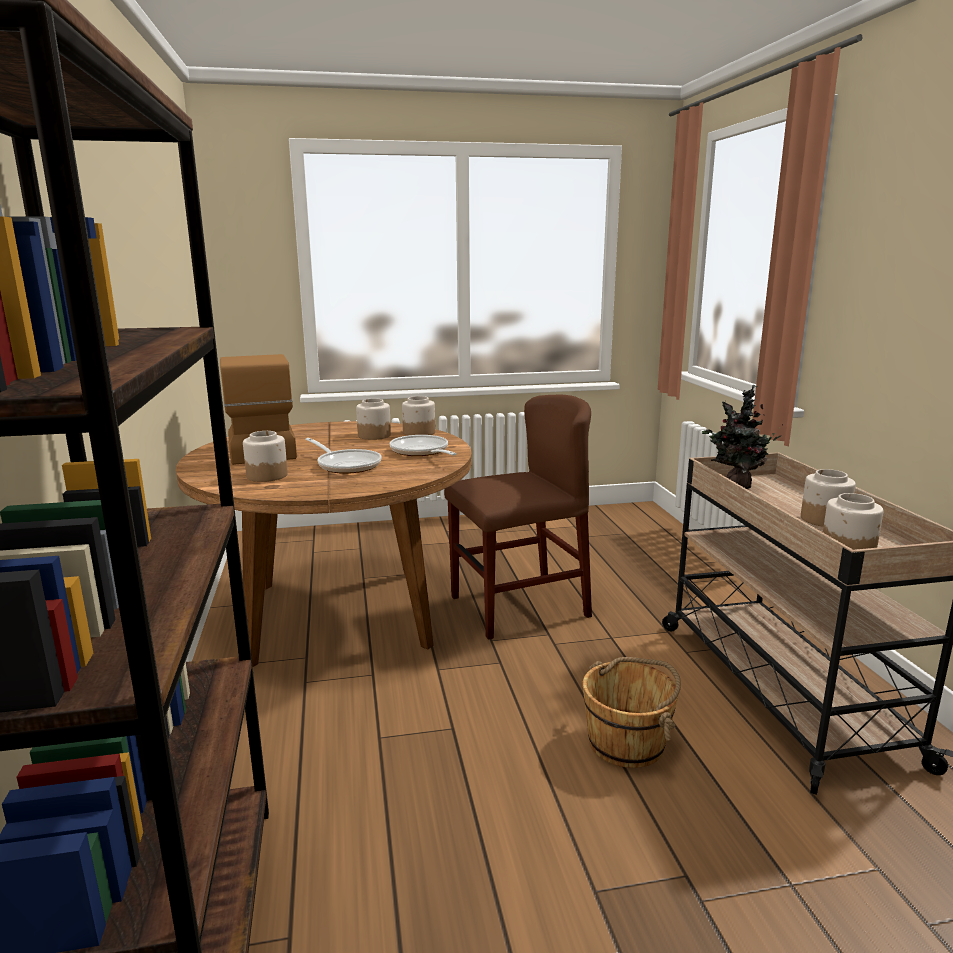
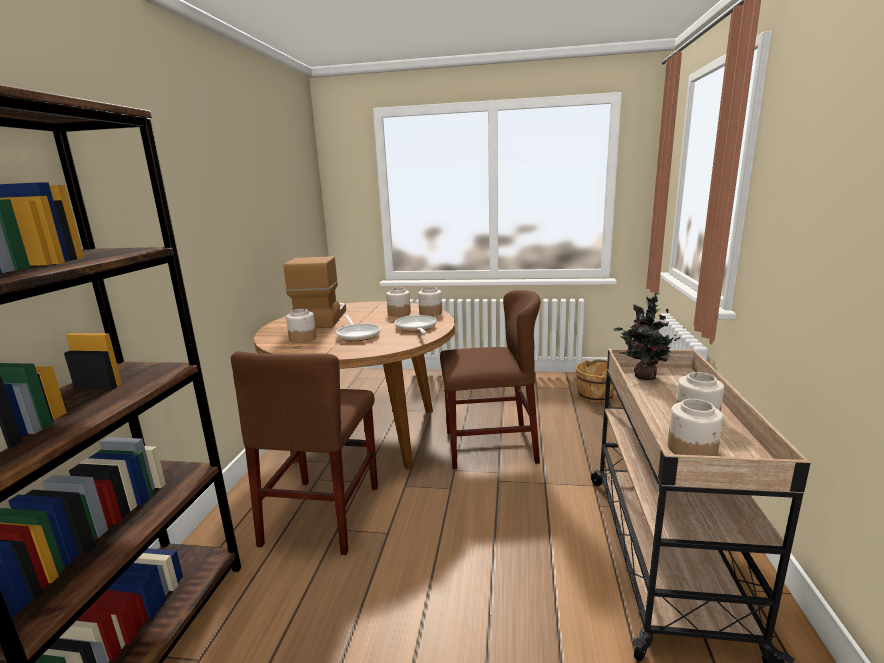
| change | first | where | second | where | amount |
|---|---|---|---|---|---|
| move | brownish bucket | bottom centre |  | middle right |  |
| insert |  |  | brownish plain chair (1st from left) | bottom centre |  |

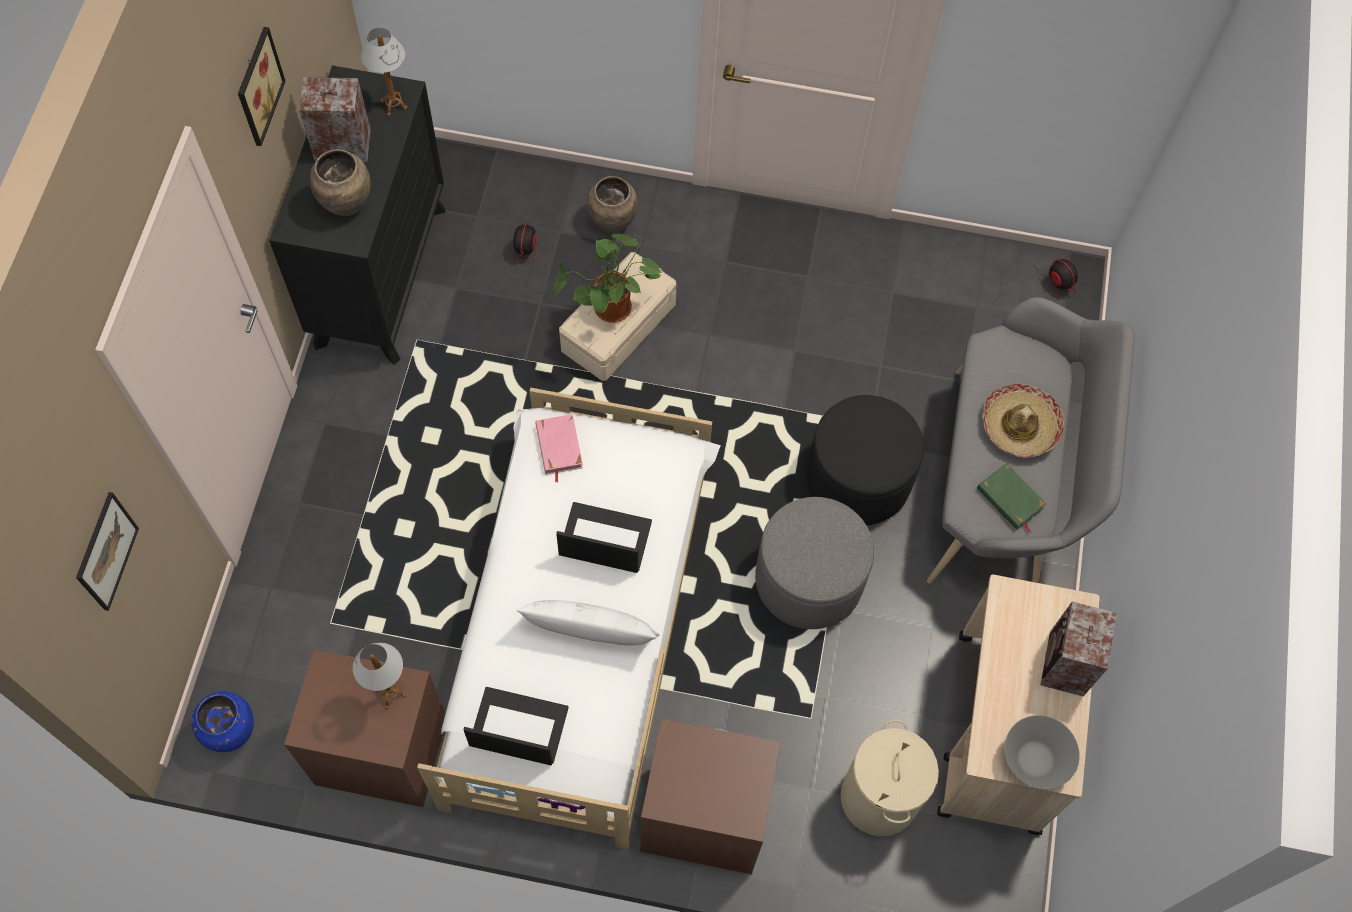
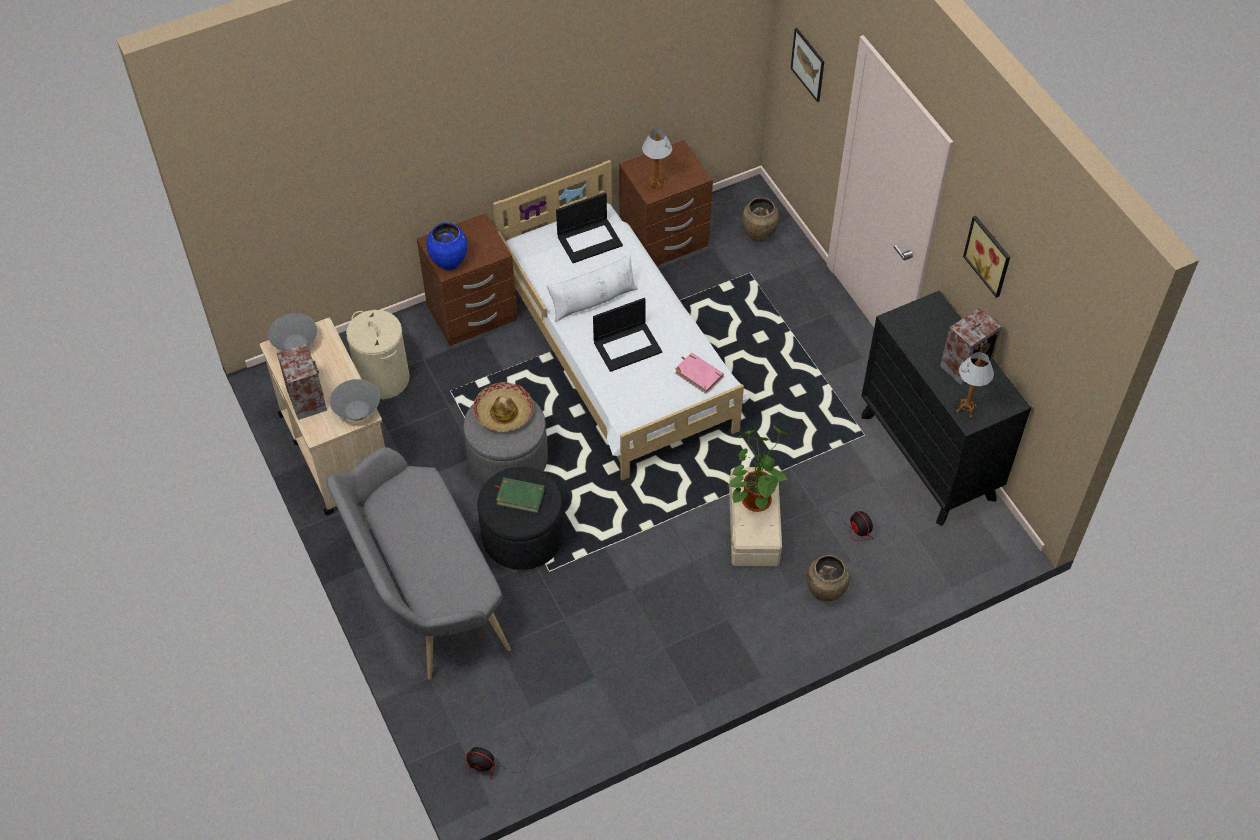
| change | first | where | second | where | amount |
|---|---|---|---|---|---|
| move | brownish decorative vase (1st from left) | top left |  | top centre |  |
| move | hat | middle right |  | centre |  |
| move | greenish bound book | middle right |  | centre |  |
| move | blue decorative vase | bottom left |  | top centre |  |
| insert |  |  | greyish deep dish (2nd from left) | middle left |  |

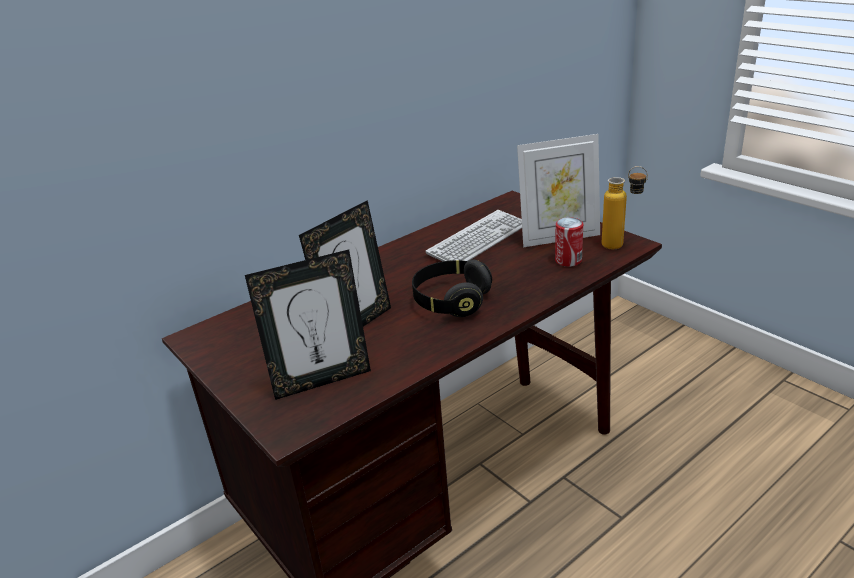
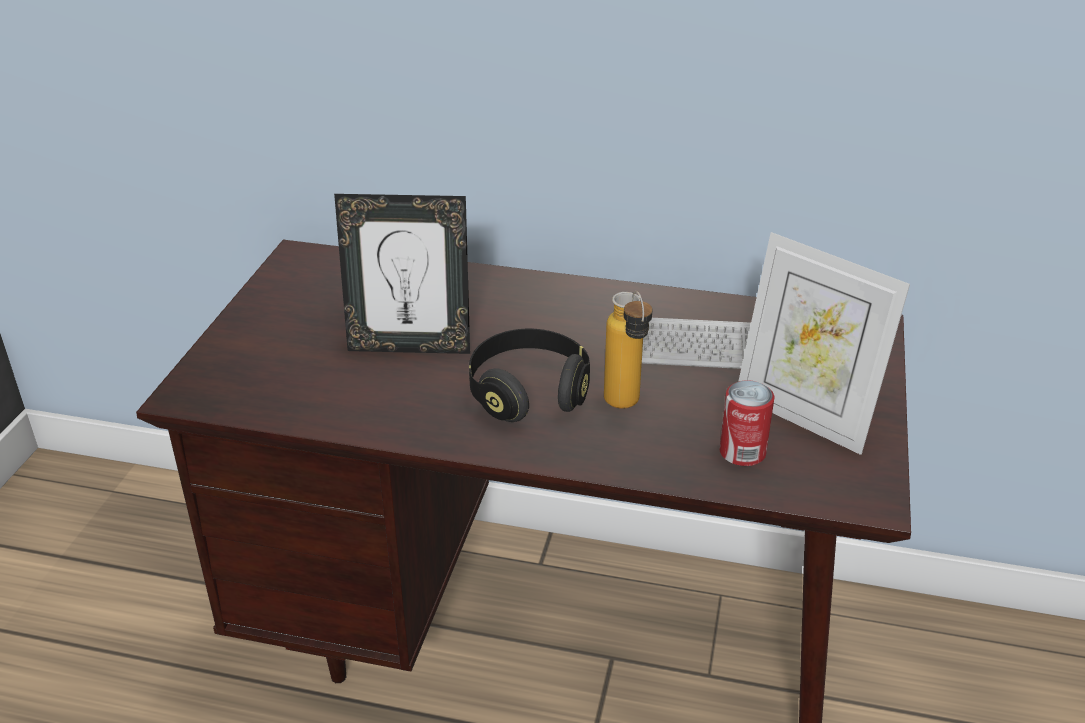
| change | first | where | second | where | amount |
|---|---|---|---|---|---|
| move | drink bottle | middle right |  | centre |  |
| delete | picture frame (1st from left) | centre |  |  |  |

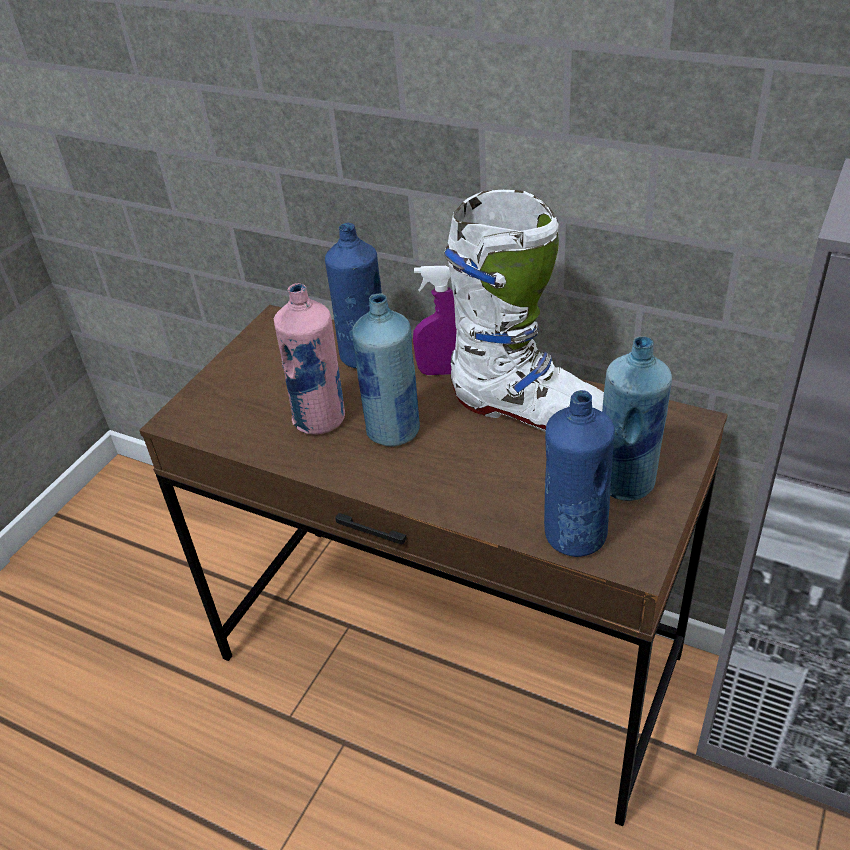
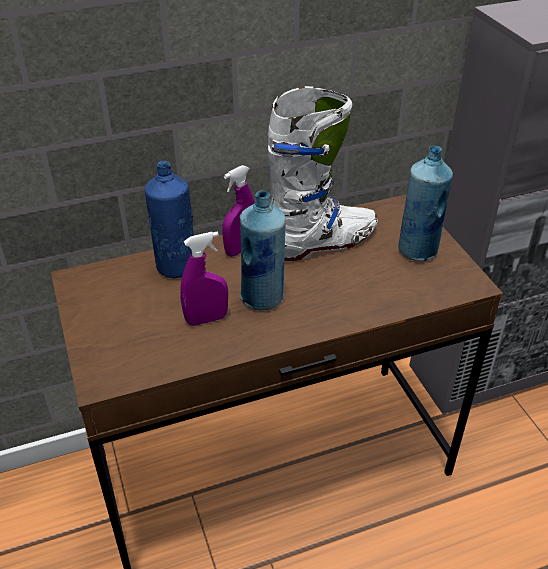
| change | first | where | second | where | amount |
|---|---|---|---|---|---|
| replace | pink-coloured drink bottle | centre | purplish hand sprayer (1st from left) | centre |  |
| delete | blue drink bottle (3rd from left) | middle right |  |  |  |

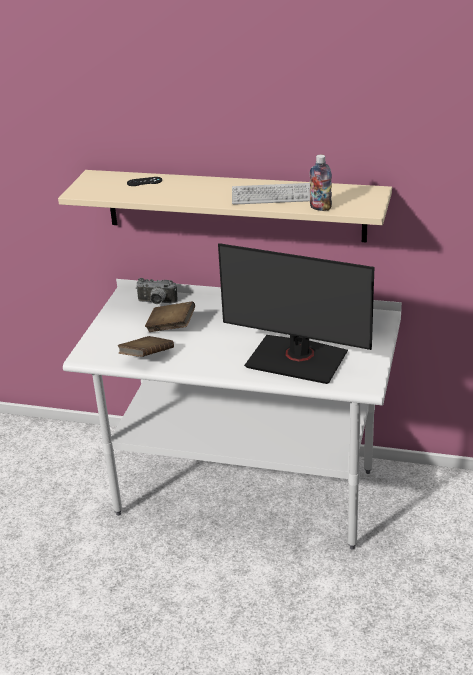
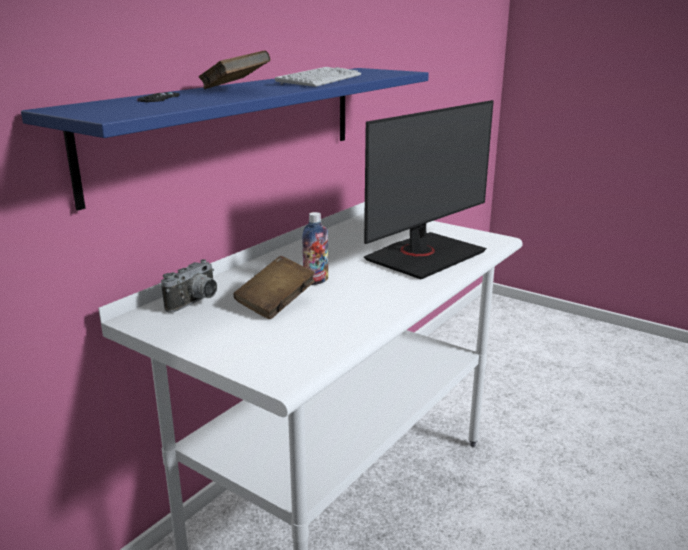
| change | first | where | second | where | amount |
|---|---|---|---|---|---|
| move | drink bottle | top right |  | centre |  |
| recolor | sand-coloured wall shelf | top centre | blue wall shelf | top left |  |
| move | brownish bound book (1st from left) | middle left |  | top centre |  |

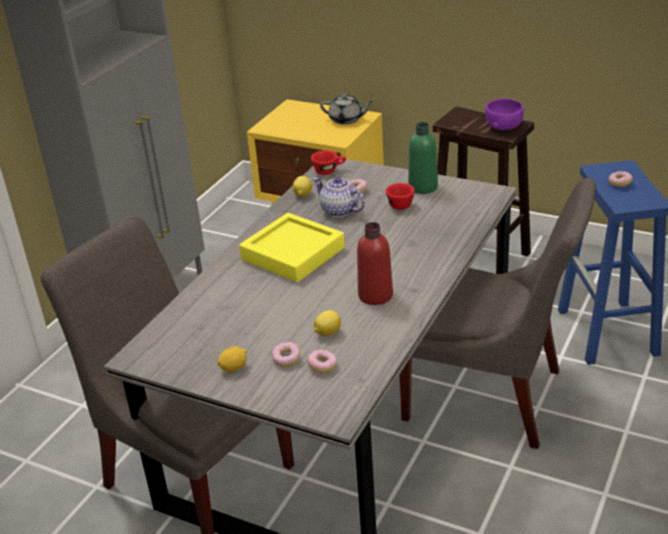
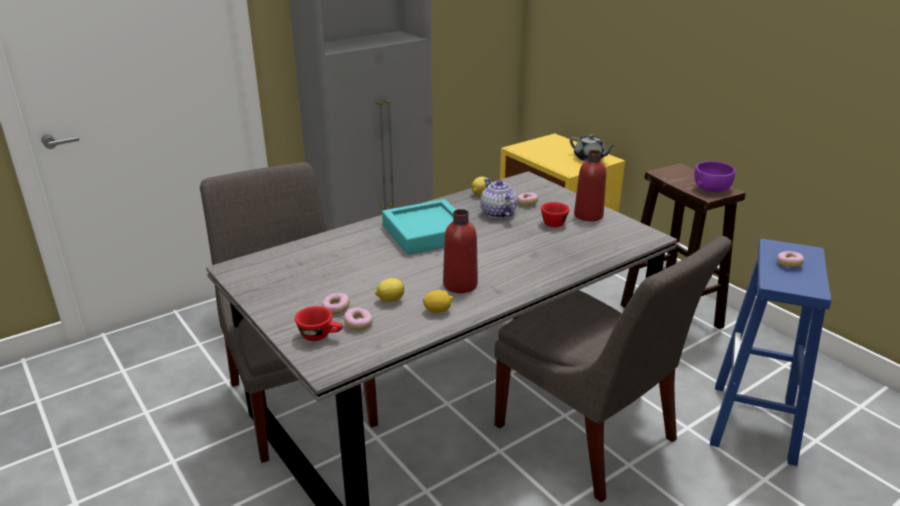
| change | first | where | second | where | amount |
|---|---|---|---|---|---|
| recolor | greenish drink bottle | top centre | red drink bottle (2nd from left) | centre |  |
| move | red small cup (1st from left) | top centre |  | centre |  |
| recolor | yellowish serving tray | centre | turquoise serving tray | centre |  |
| move | whole lemon (1st from left in the first image) | bottom centre | whole lemon (2nd from left) | centre |  |

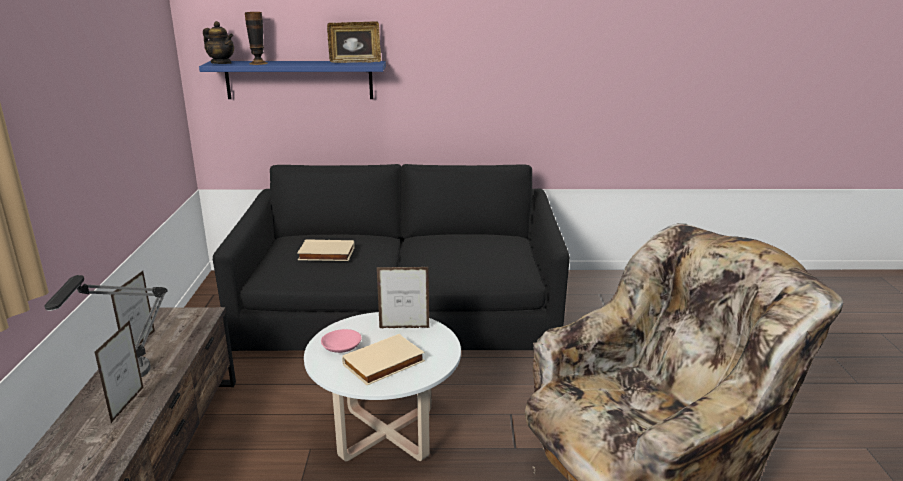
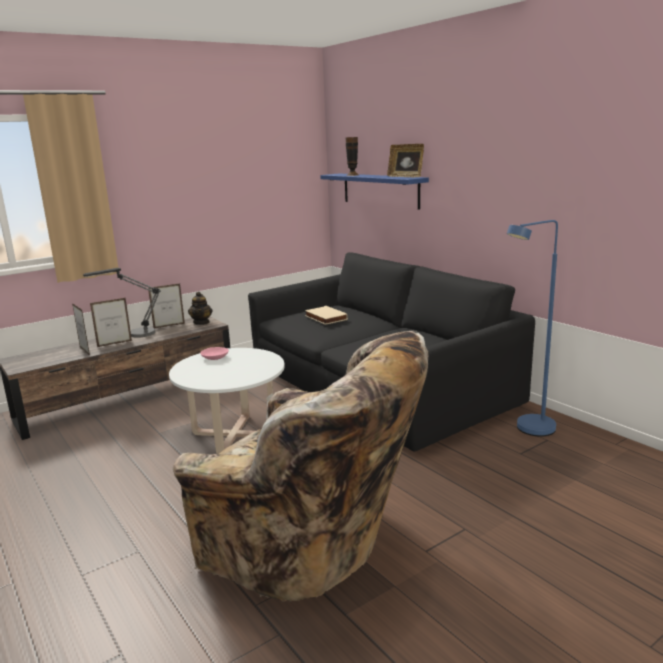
| change | first | where | second | where | amount |
|---|---|---|---|---|---|
| move | tea pot | top left |  | middle left |  |
| move | picture frame (4th from left in the first image) | centre | picture frame (1st from left) | middle left |  |
| delete | sand-coloured bound book (2nd from left) | bottom centre |  |  |  |
| insert |  |  | blue floor lamp | middle right |  |

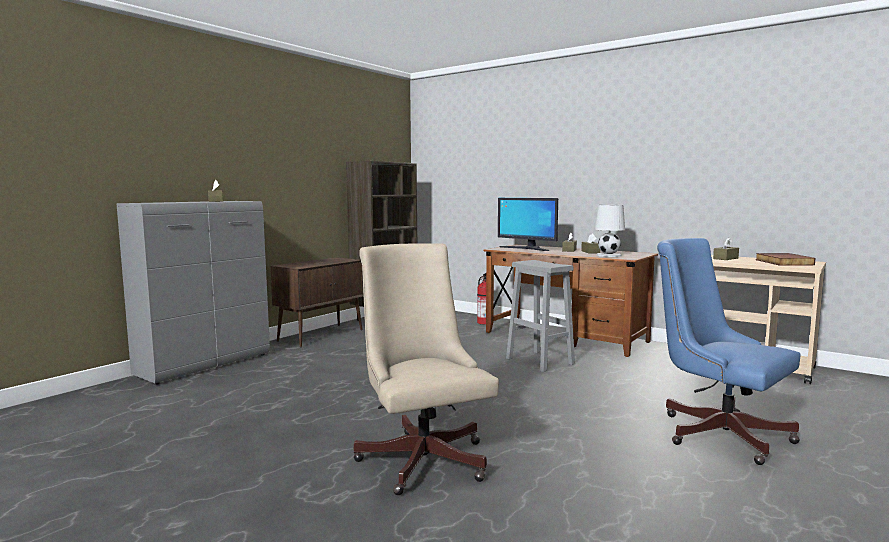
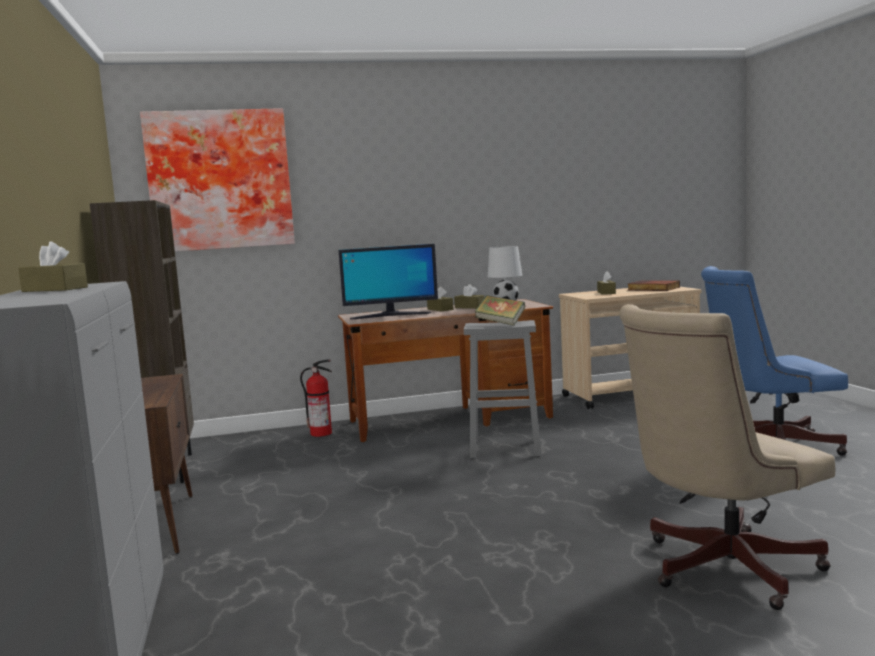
| change | first | where | second | where | amount |
|---|---|---|---|---|---|
| rotate | sand-coloured desk chair | bottom centre |  | bottom right | 45 degrees counterclockwise |
| insert |  |  | picture | top left |  |
| insert |  |  | bound book (1st from left) | centre |  |

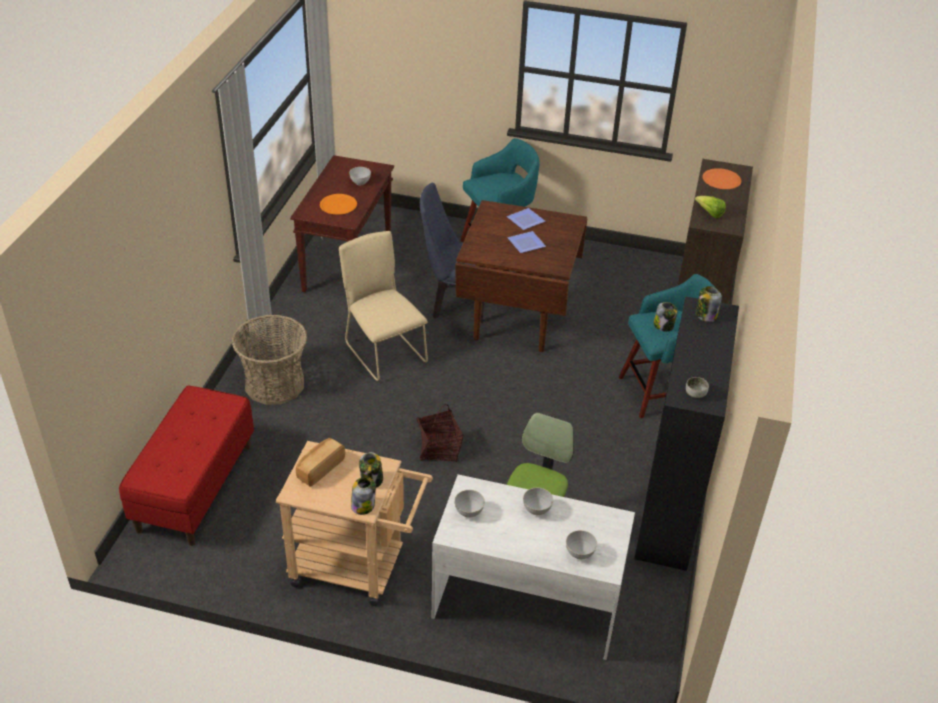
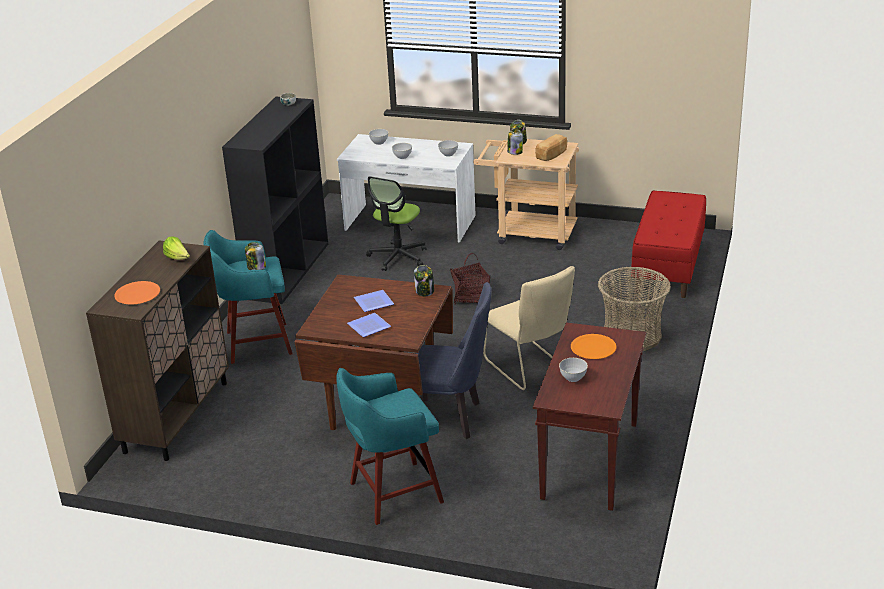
| change | first | where | second | where | amount |
|---|---|---|---|---|---|
| move | preserve jar (4th from left in the first image) | middle right | preserve jar (2nd from left) | centre |  |

